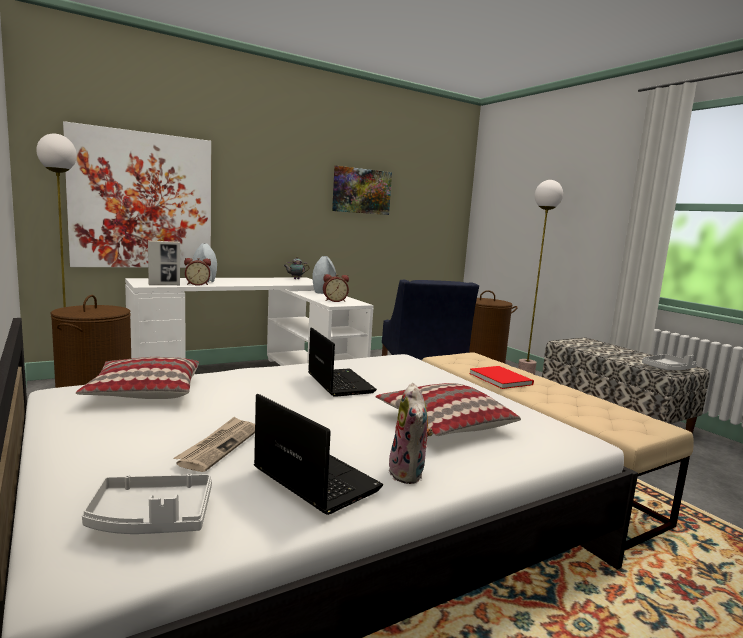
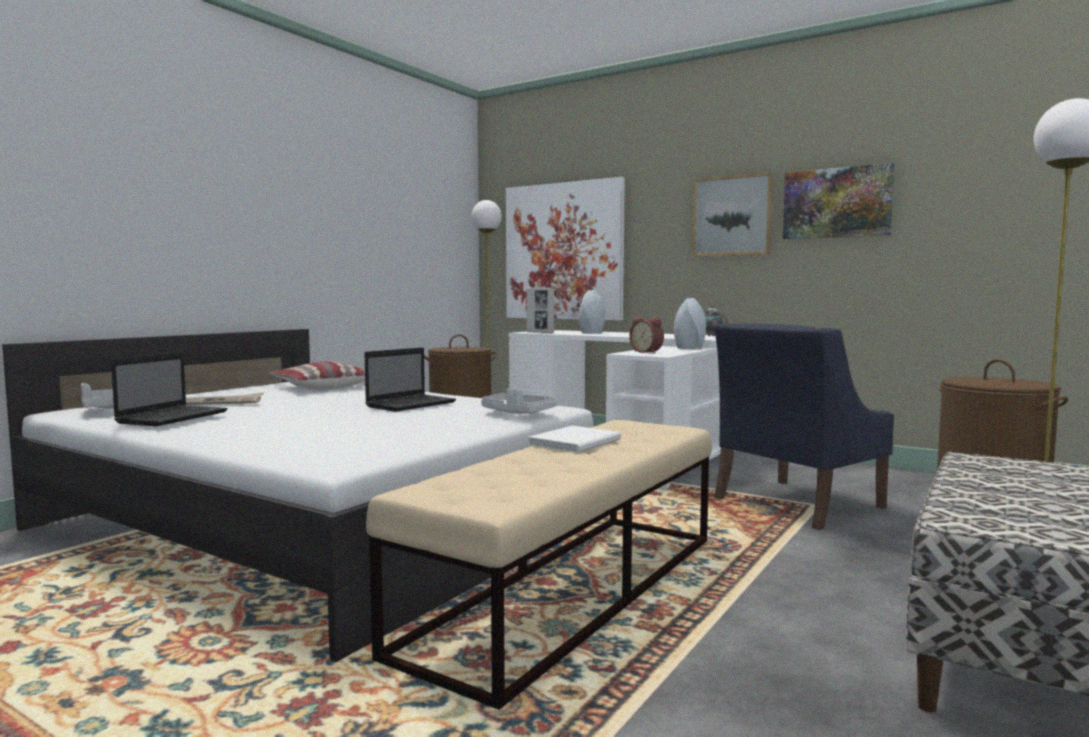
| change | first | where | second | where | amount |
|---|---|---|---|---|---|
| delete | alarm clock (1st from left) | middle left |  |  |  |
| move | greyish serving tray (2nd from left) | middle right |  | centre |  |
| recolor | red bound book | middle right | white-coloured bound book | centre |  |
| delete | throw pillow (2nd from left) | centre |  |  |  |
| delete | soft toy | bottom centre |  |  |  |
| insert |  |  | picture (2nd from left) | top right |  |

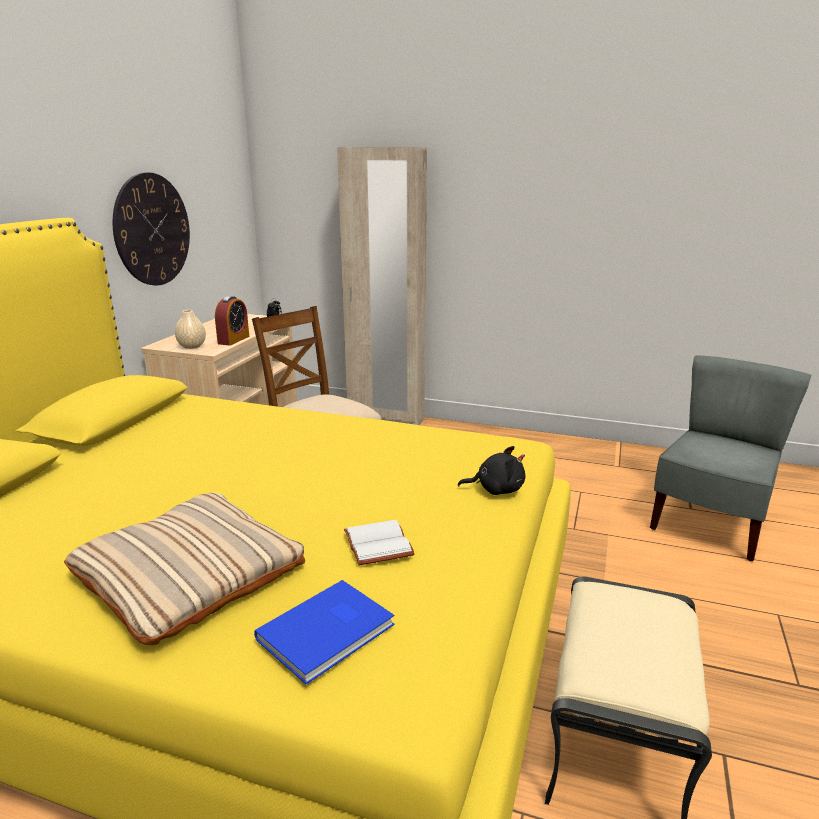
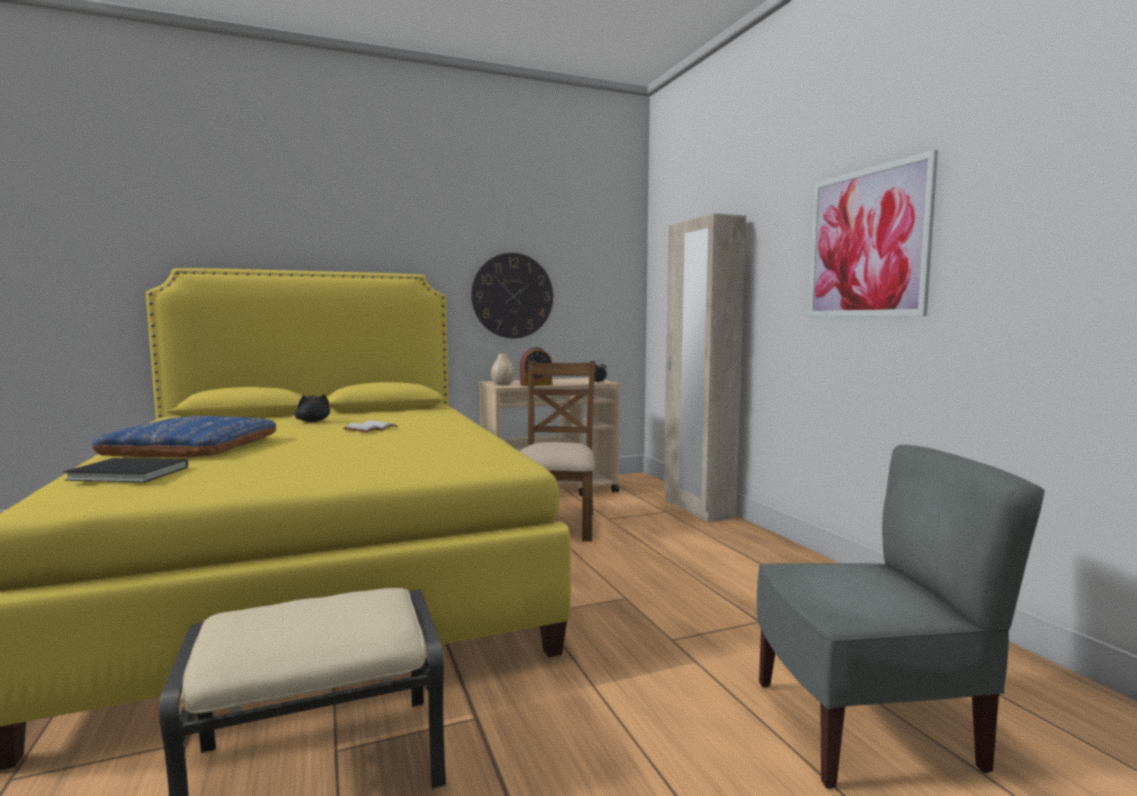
| change | first | where | second | where | amount |
|---|---|---|---|---|---|
| move | blackish soft toy | centre |  | middle left |  |
| recolor | sand-coloured throw pillow | bottom left | blue throw pillow | middle left |  |
| move | white-coloured bound book | centre |  | middle left |  |
| recolor | blue bound book | bottom centre | blackish bound book | middle left |  |
| insert |  |  | picture | top right |  |

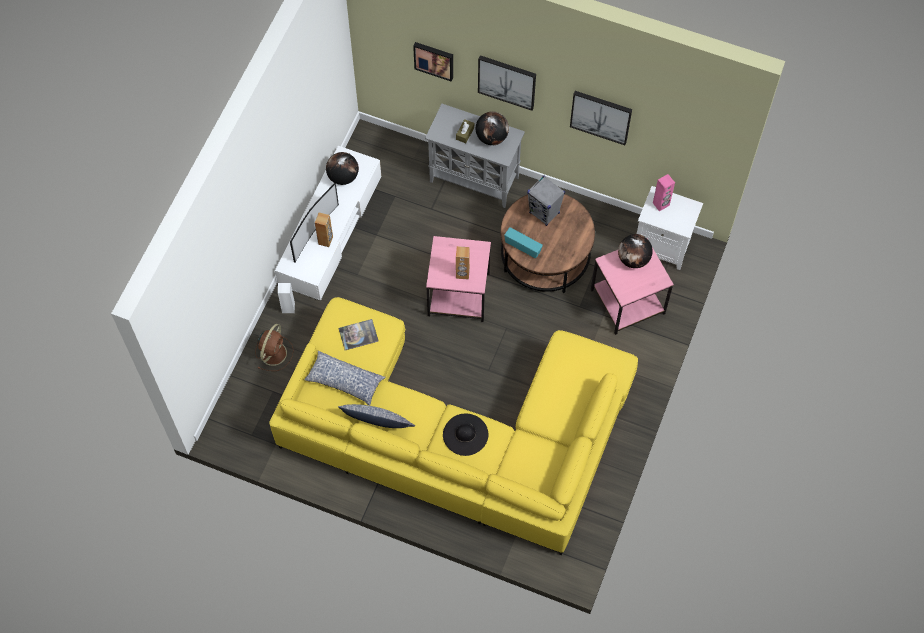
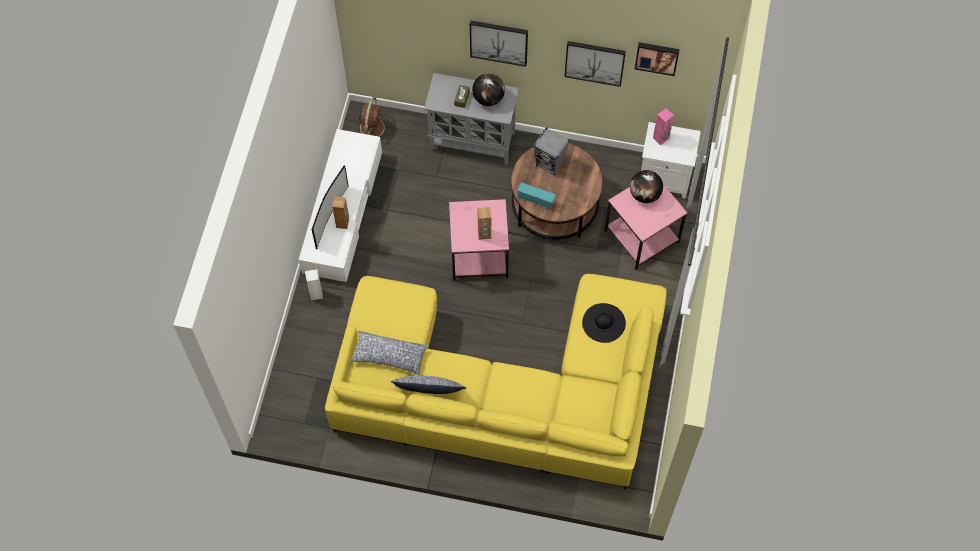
| change | first | where | second | where | amount |
|---|---|---|---|---|---|
| move | picture (1st from left in the first image) | top centre | picture (3rd from left) | top right |  |
| delete | world globe (1st from left) | top centre |  |  |  |
| delete | bound book | centre |  |  |  |
| move | brownish cooling fan | middle left |  | top centre |  |
| move | blackish hat | bottom centre |  | centre |  |

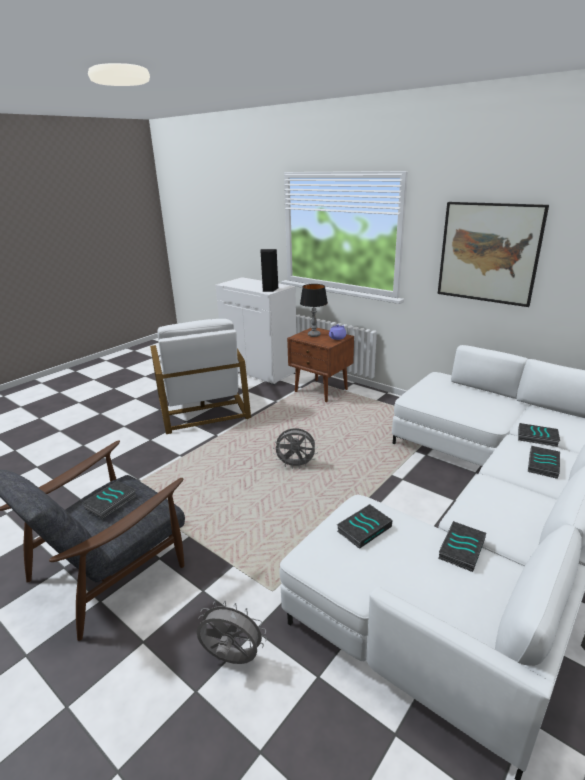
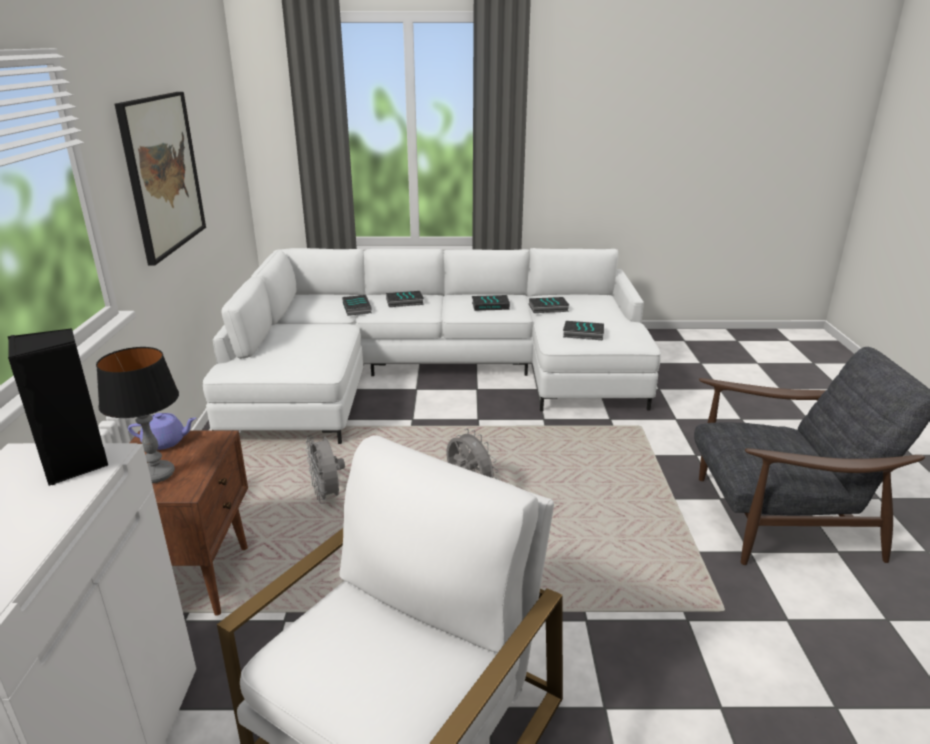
| change | first | where | second | where | amount |
|---|---|---|---|---|---|
| move | bound book (1st from left in the first image) | middle left | bound book (3rd from left) | centre |  |
| move | greyish cooling fan (1st from left) | bottom centre |  | centre |  |

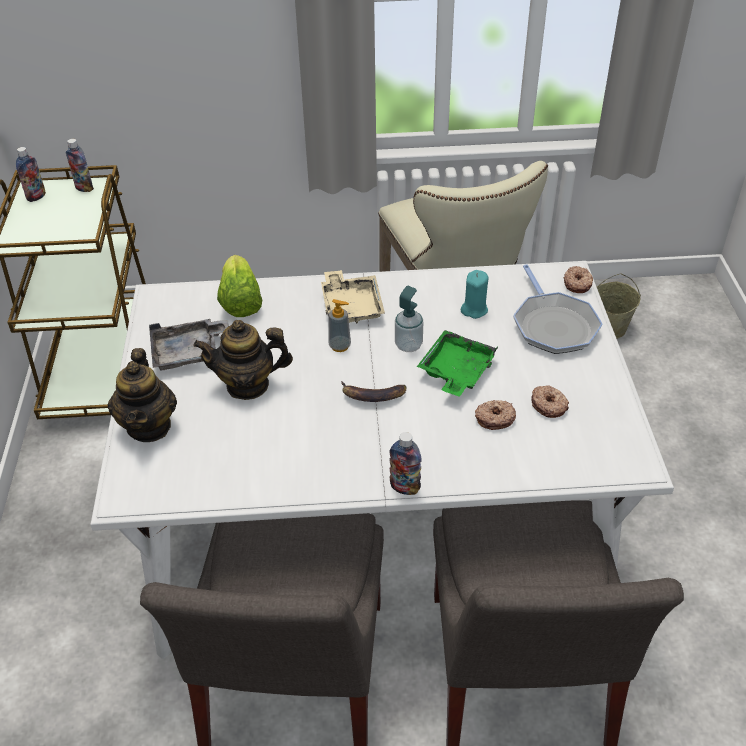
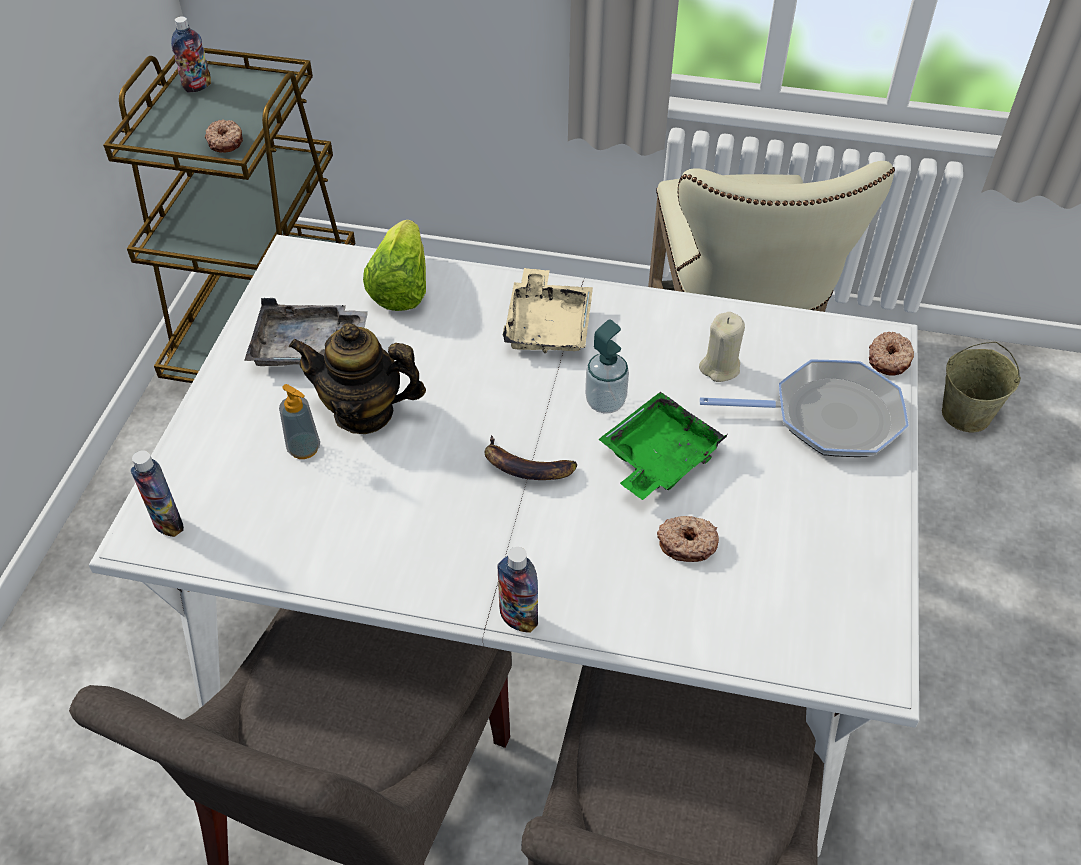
| change | first | where | second | where | amount |
|---|---|---|---|---|---|
| move | drink bottle (2nd from left in the first image) | top left | drink bottle (1st from left) | middle left |  |
| rotate | frying pan | middle right |  | middle right | 90 degrees counterclockwise |
| recolor | turquoise candle | centre | sand-coloured candle | middle right |  |
| move | soap dispenser (1st from left) | centre |  | middle left |  |
| delete | tea pot (1st from left) | middle left |  |  |  |
| move | doughnut (2nd from left in the first image) | middle right | doughnut (1st from left) | top left |  |

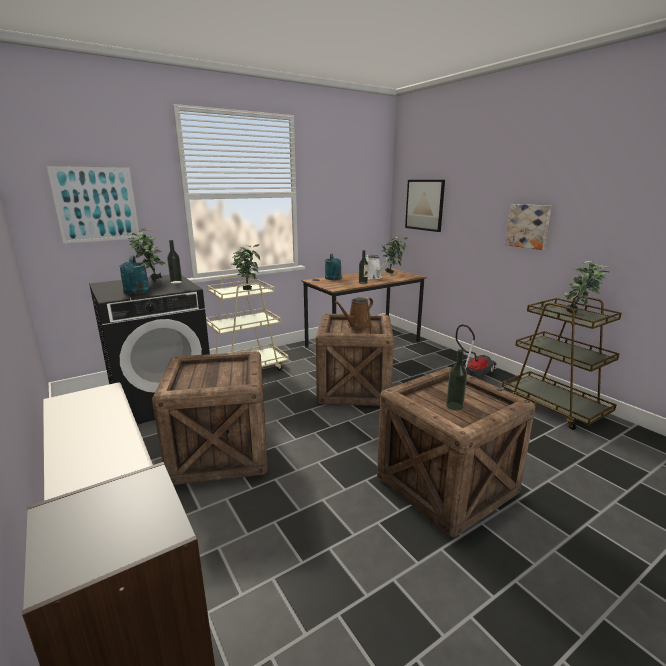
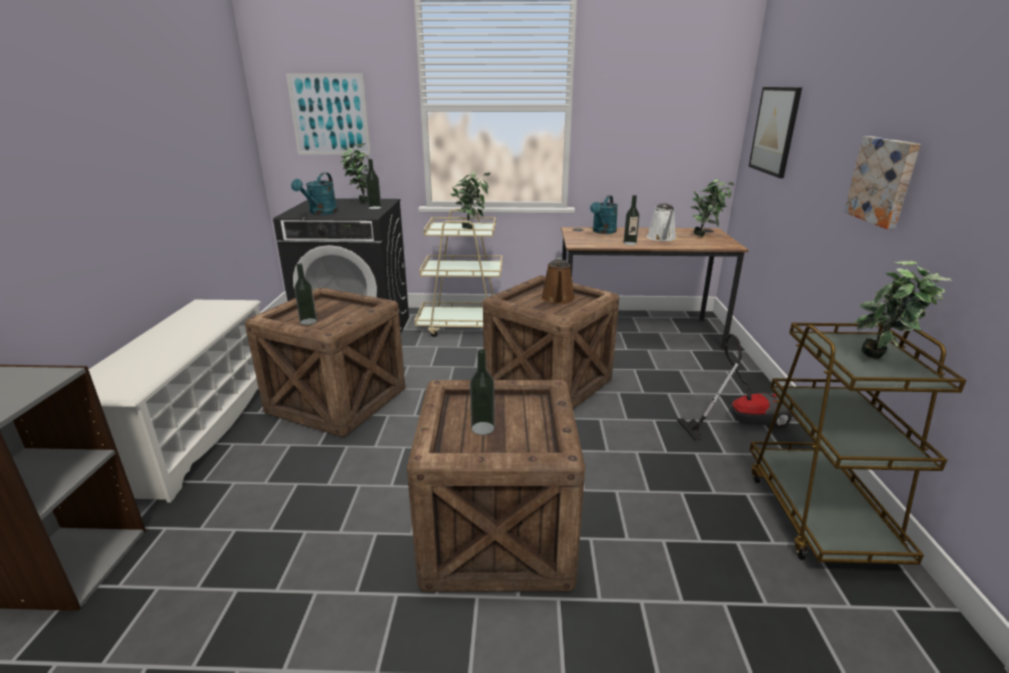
| change | first | where | second | where | amount |
|---|---|---|---|---|---|
| rotate | brownish watering pot | centre |  | centre | 75 degrees counterclockwise |
| insert |  |  | drink bottle (1st from left) | middle left |  |

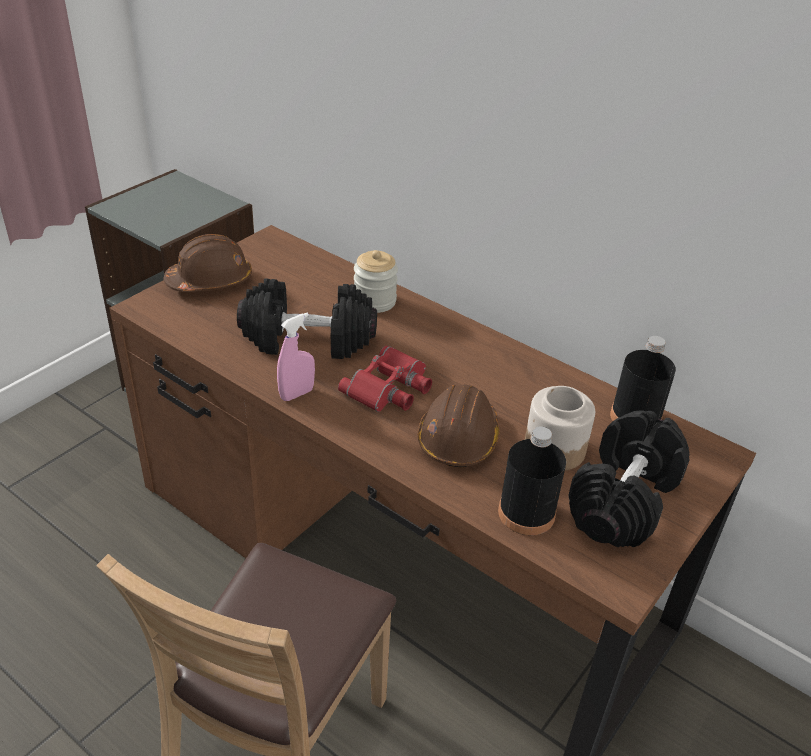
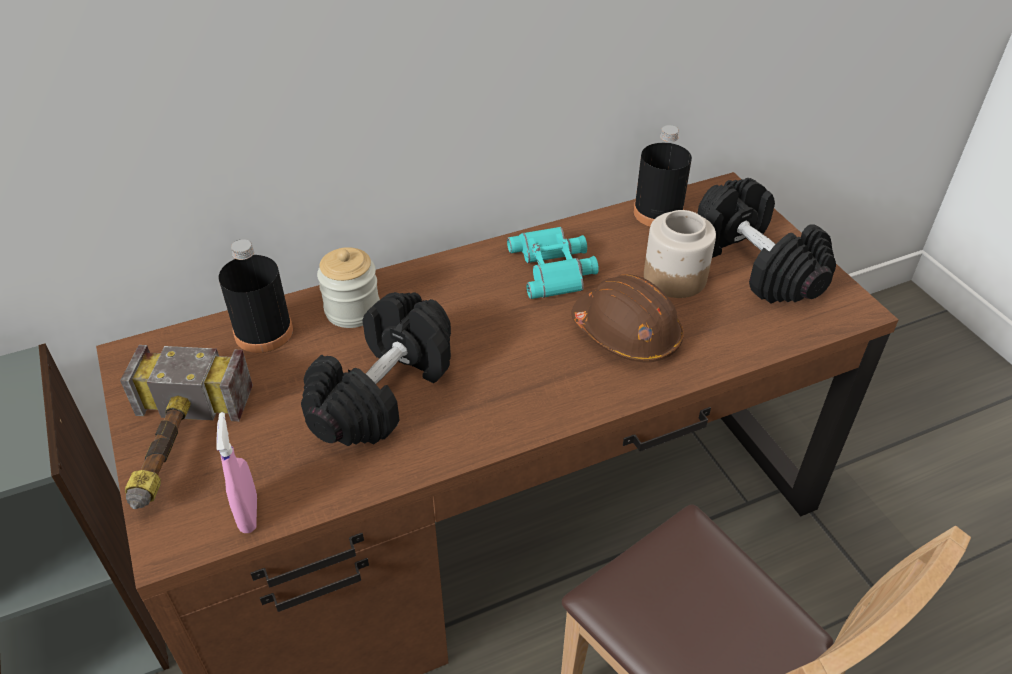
| change | first | where | second | where | amount |
|---|---|---|---|---|---|
| replace | brownish hard hat (1st from left) | middle left | hand hammer | middle left |  |
| move | pink-coloured hand sprayer | centre |  | bottom left |  |
| delete | red binoculars | centre |  |  |  |
| move | blackish drink bottle (1st from left) | centre |  | middle left |  |
| insert |  |  | turquoise binoculars | centre |  |

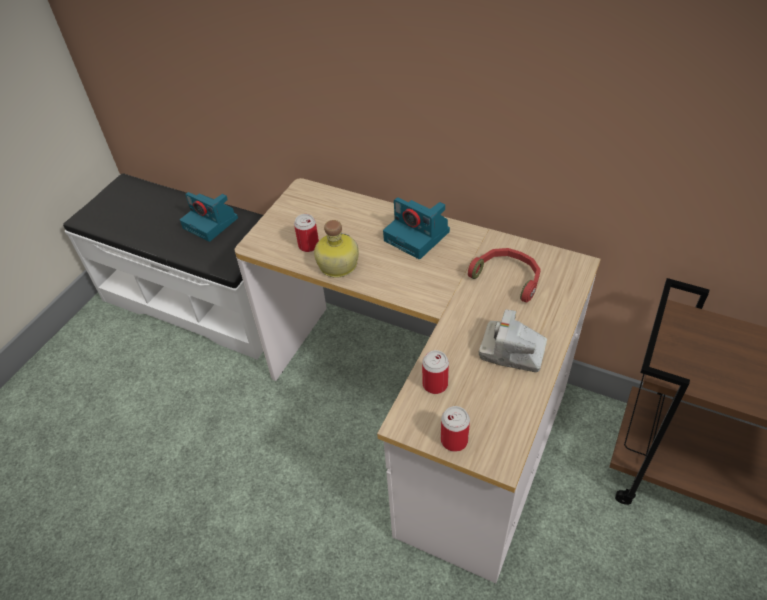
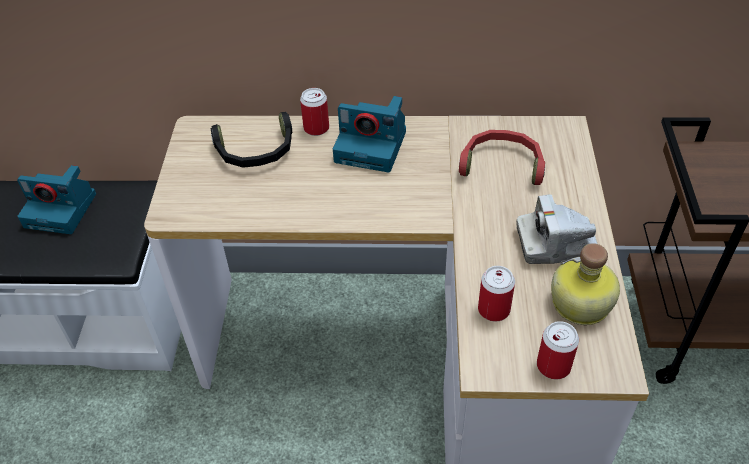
| change | first | where | second | where | amount |
|---|---|---|---|---|---|
| move | sealed can (1st from left) | centre |  | top centre |  |
| move | drink bottle | centre |  | middle right |  |
| insert |  |  | blackish pair of headphones | top centre |  |

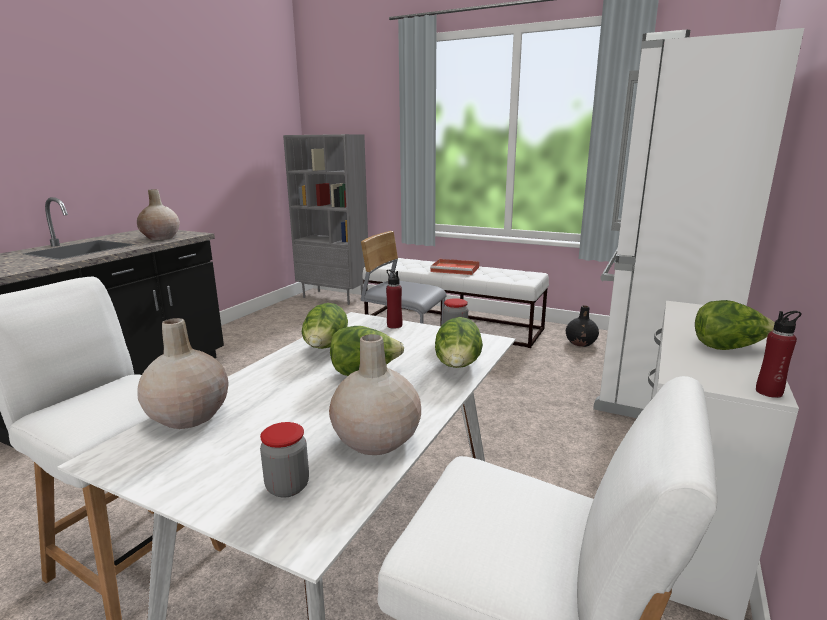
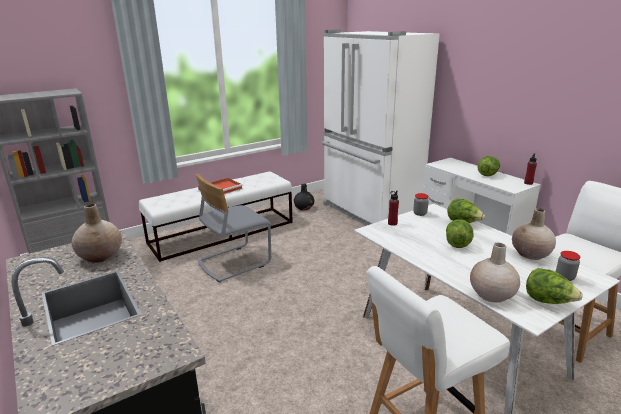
| change | first | where | second | where | amount |
|---|---|---|---|---|---|
| move | head of lettuce (1st from left in the first image) | centre | head of lettuce (4th from left) | bottom right |  |

